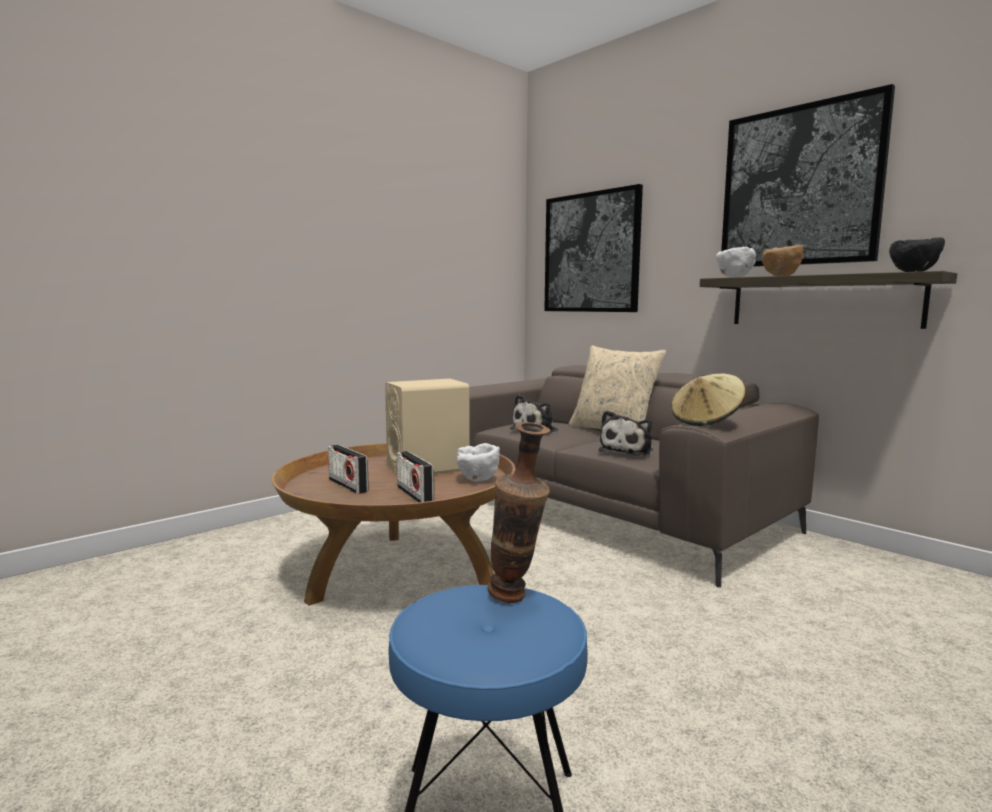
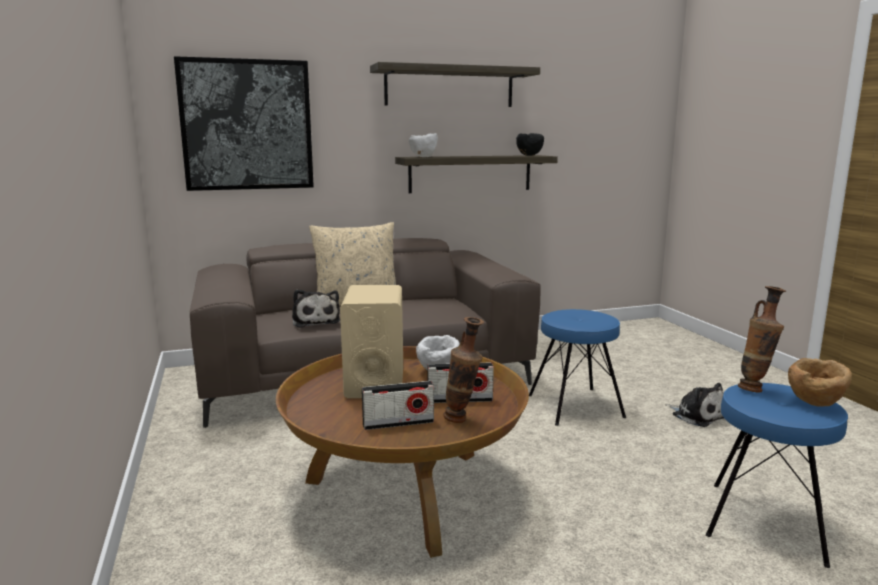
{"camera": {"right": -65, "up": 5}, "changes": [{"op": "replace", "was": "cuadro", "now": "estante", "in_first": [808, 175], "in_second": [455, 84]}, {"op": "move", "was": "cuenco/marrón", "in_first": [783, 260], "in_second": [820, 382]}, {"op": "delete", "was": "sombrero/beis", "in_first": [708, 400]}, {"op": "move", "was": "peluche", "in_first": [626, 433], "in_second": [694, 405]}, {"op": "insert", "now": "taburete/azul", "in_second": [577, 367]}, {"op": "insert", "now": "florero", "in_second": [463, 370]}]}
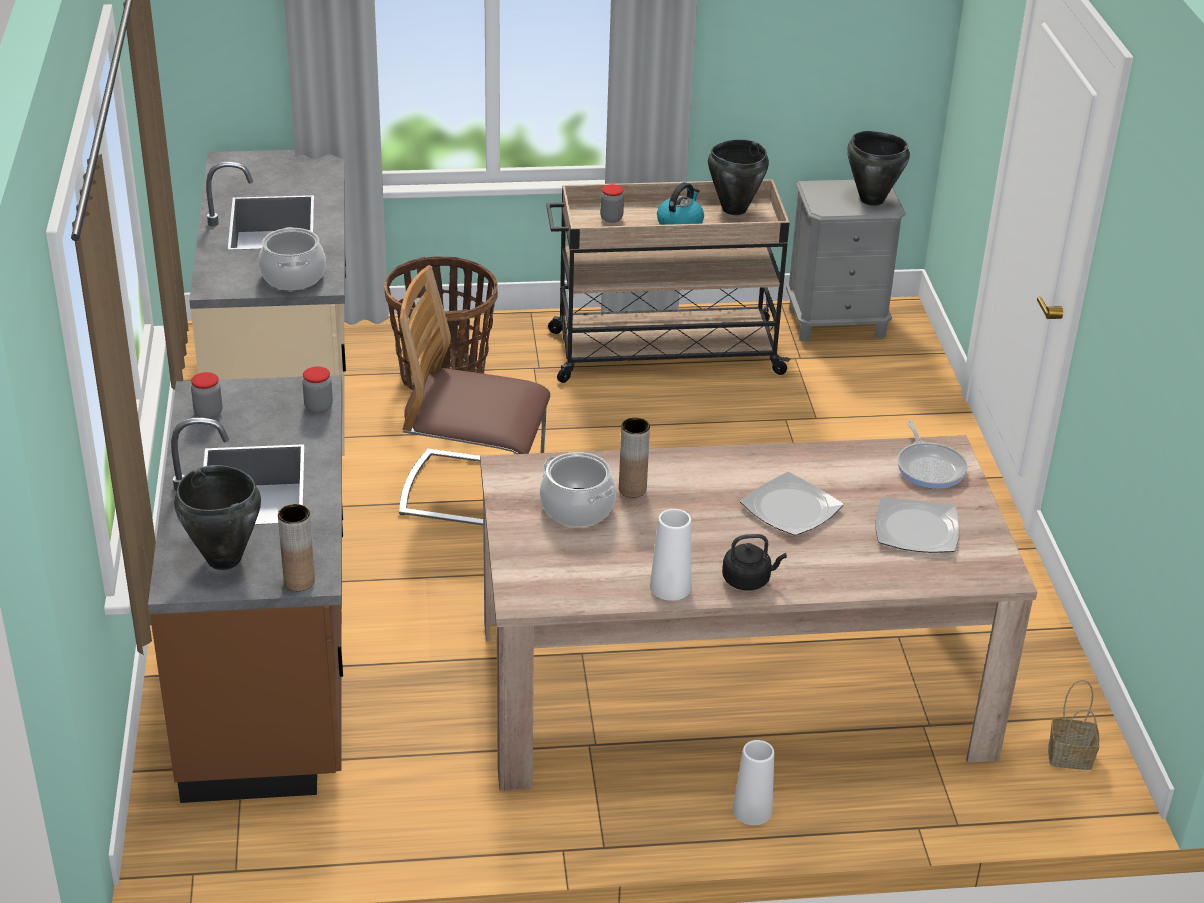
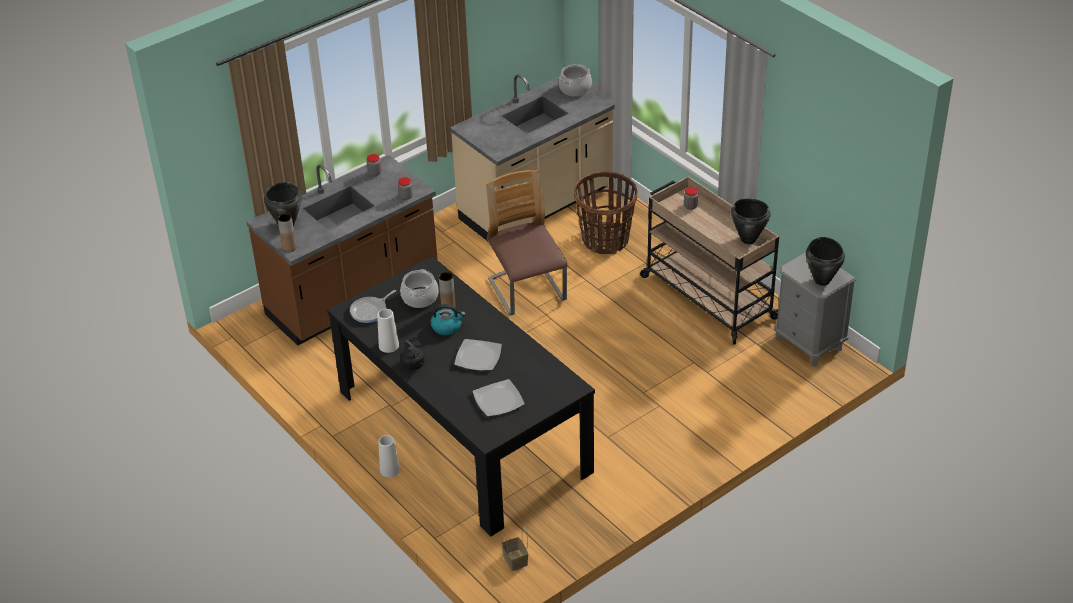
{"camera": {"right": 60, "up": 5}, "changes": [{"op": "move", "was": "hervidor", "in_first": [680, 203], "in_second": [448, 319]}, {"op": "move", "was": "olla", "in_first": [292, 258], "in_second": [575, 80]}, {"op": "move", "was": "sartén", "in_first": [932, 455], "in_second": [373, 306]}, {"op": "recolor", "was": "mesa de comedor/beis", "now": "mesa de comedor/negro", "in_first": [758, 613], "in_second": [461, 396]}]}
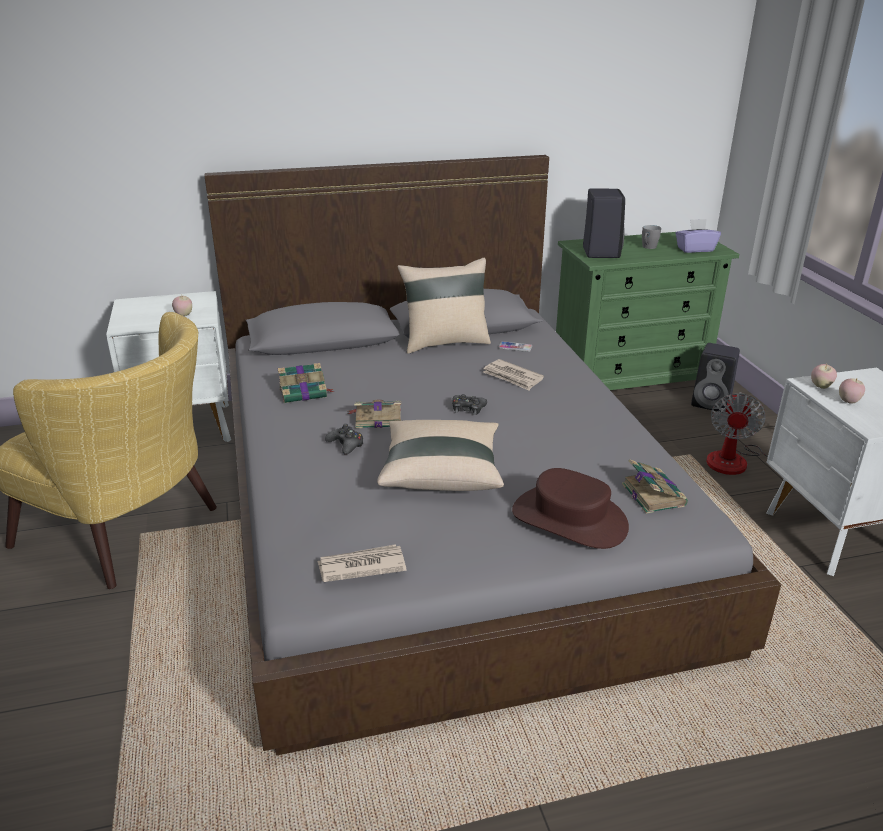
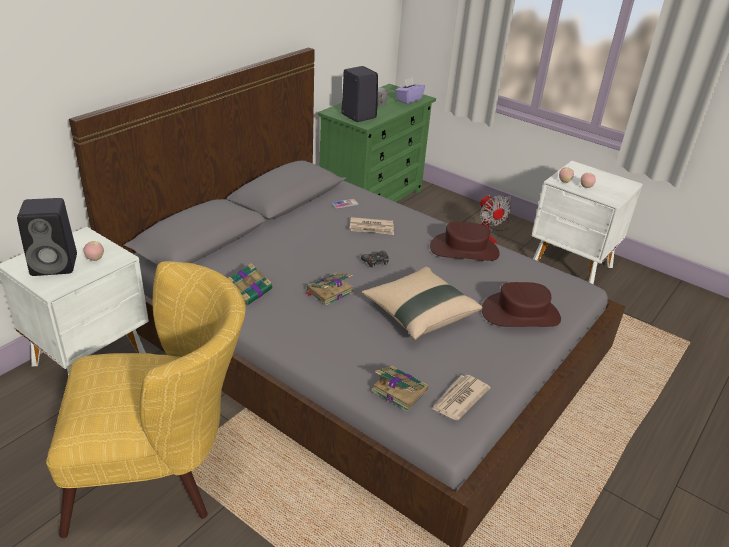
{"camera": {"right": -40, "up": 5}, "changes": [{"op": "delete", "was": "cojín/beis", "in_first": [444, 306]}, {"op": "move", "was": "altavoz/negro", "in_first": [715, 377], "in_second": [47, 237]}, {"op": "delete", "was": "mando de consola/negro", "in_first": [344, 439]}, {"op": "move", "was": "libro", "in_first": [655, 486], "in_second": [400, 388]}, {"op": "insert", "now": "sombrero/marrón", "in_second": [465, 241]}]}
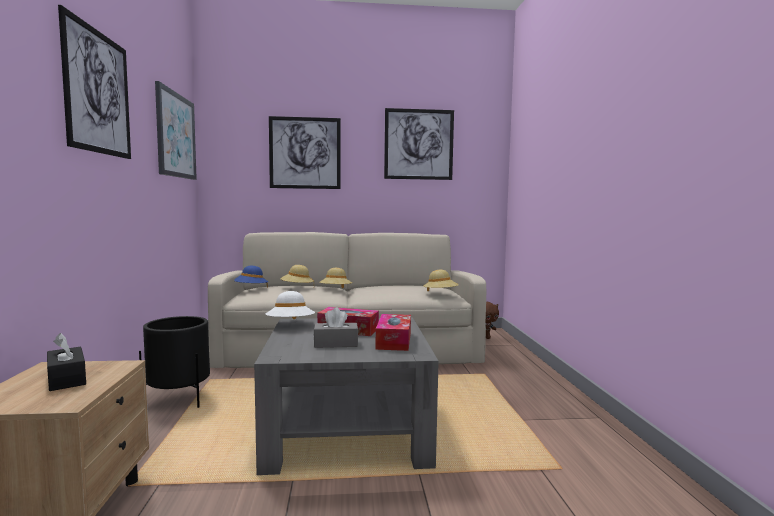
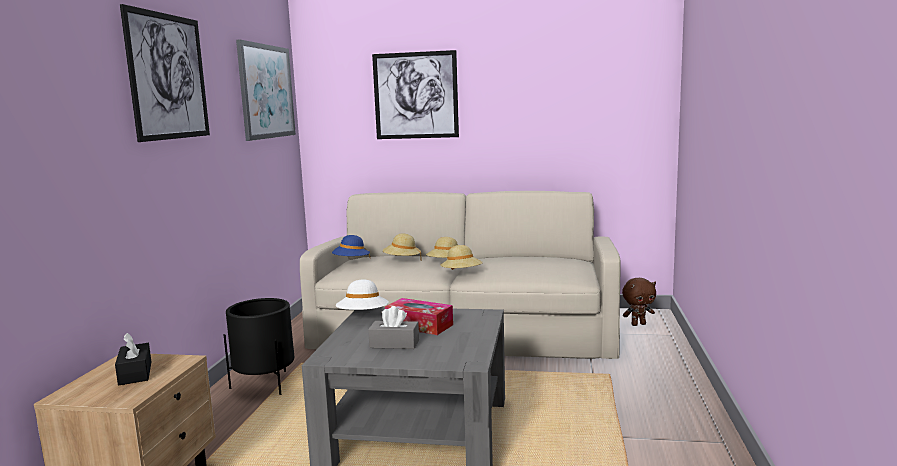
{"camera": {"right": 15, "up": 5}, "changes": [{"op": "delete", "was": "cuadro", "in_first": [419, 144]}, {"op": "move", "was": "sombrero/beis", "in_first": [441, 281], "in_second": [461, 257]}, {"op": "delete", "was": "caja de pañuelos", "in_first": [393, 332]}]}
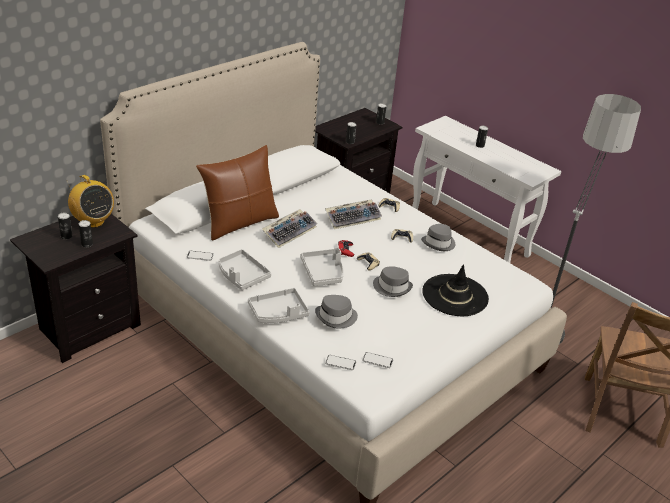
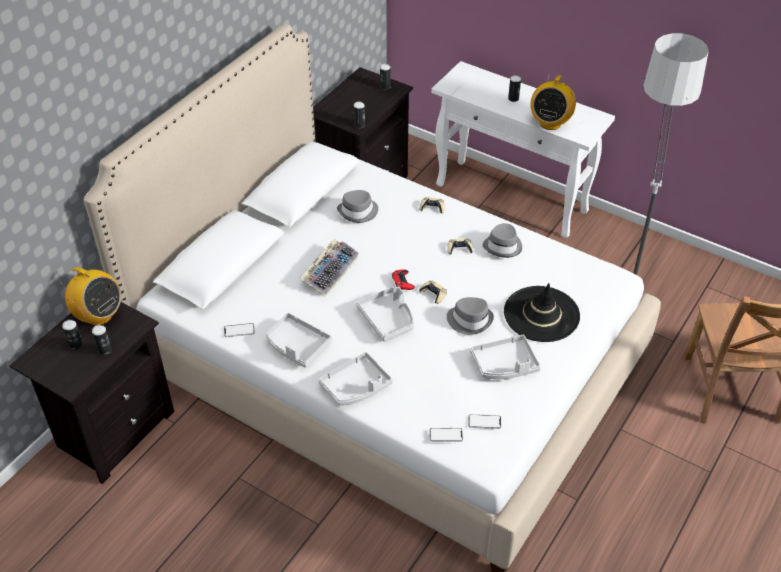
{"camera": {"right": -10, "up": 10}, "changes": [{"op": "delete", "was": "cojín/marrón", "in_first": [237, 193]}, {"op": "delete", "was": "teclado", "in_first": [353, 214]}, {"op": "move", "was": "sombrero/gris", "in_first": [336, 311], "in_second": [357, 206]}, {"op": "insert", "now": "radio", "in_second": [553, 101]}, {"op": "insert", "now": "bandeja/gris", "in_second": [505, 357]}]}
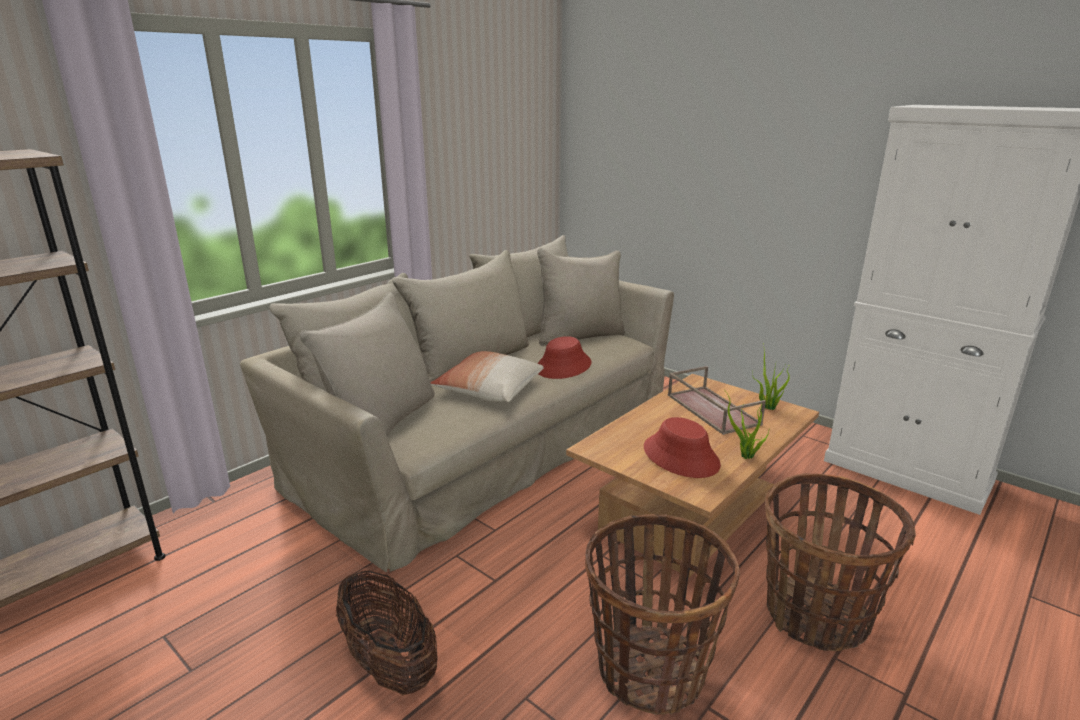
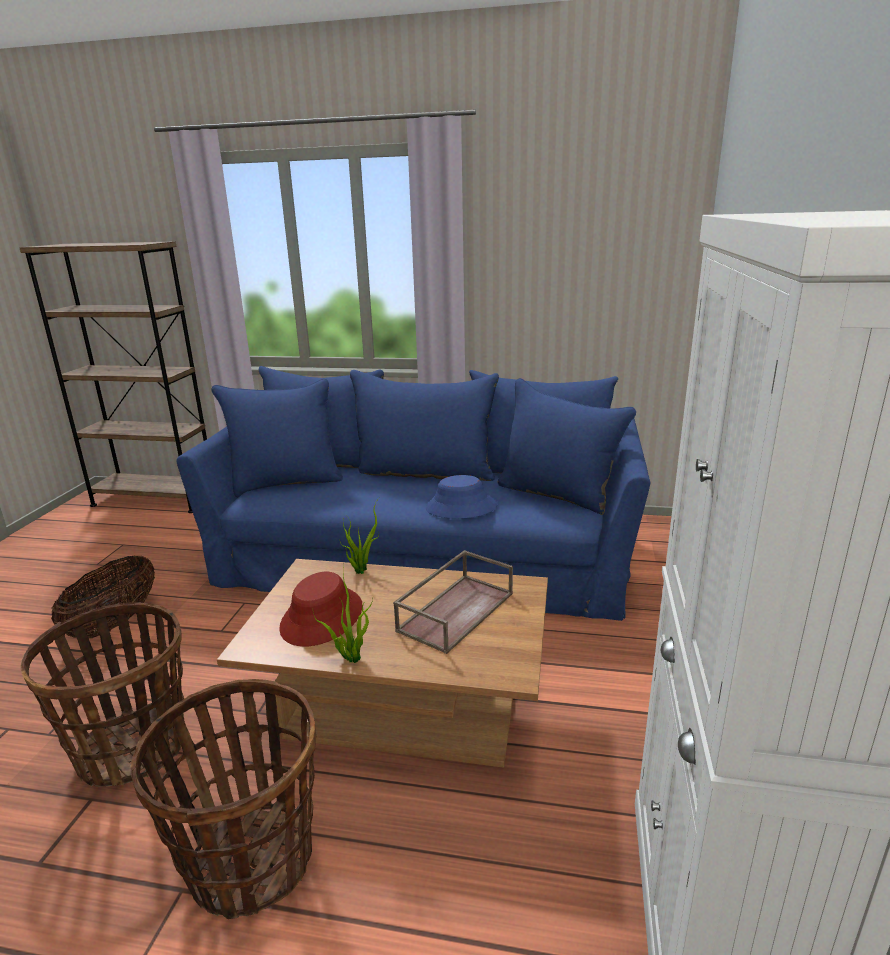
{"camera": {"right": 60, "up": 0}, "changes": [{"op": "recolor", "was": "sofá/beis", "now": "sofá/azul", "in_first": [457, 403], "in_second": [413, 493]}, {"op": "recolor", "was": "sombrero/rojo", "now": "sombrero/azul", "in_first": [564, 357], "in_second": [461, 497]}, {"op": "move", "was": "planta en maceta", "in_first": [771, 376], "in_second": [359, 536]}, {"op": "delete", "was": "cojín", "in_first": [487, 376]}]}
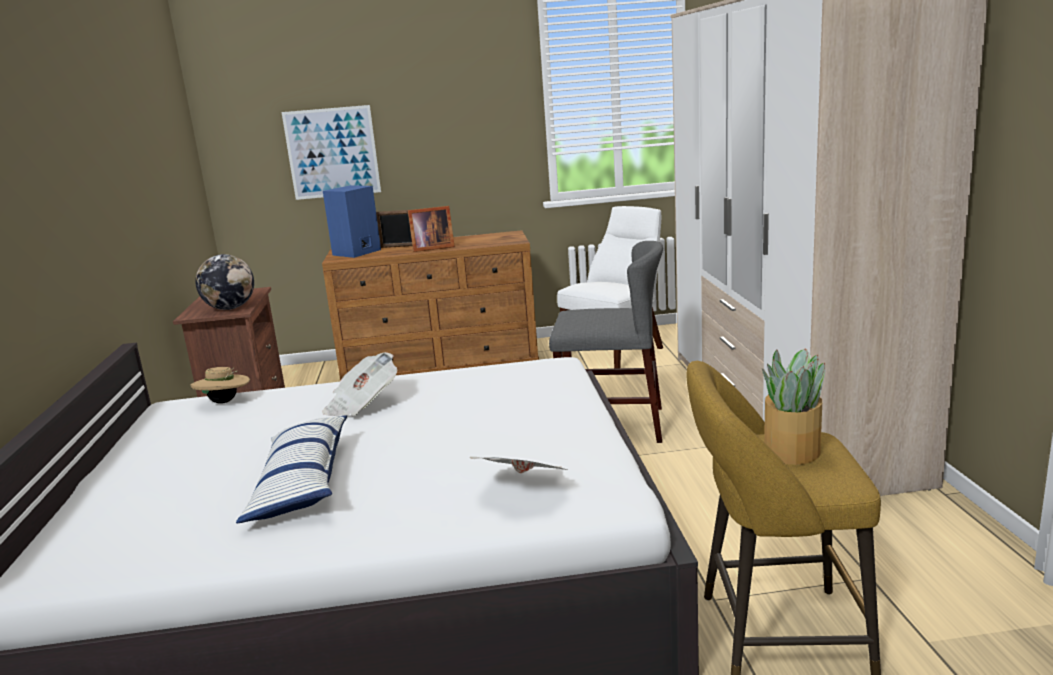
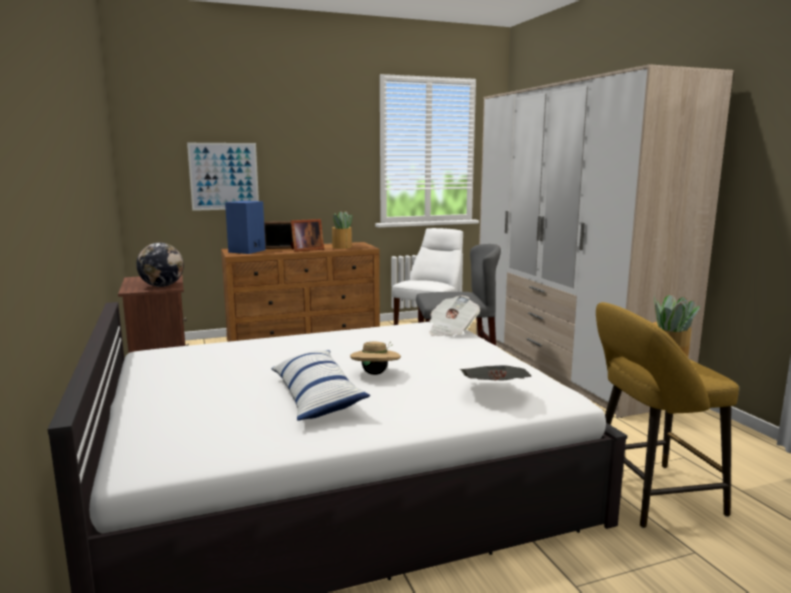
{"camera": {"right": -15, "up": -5}, "changes": [{"op": "move", "was": "periódico", "in_first": [359, 384], "in_second": [454, 316]}, {"op": "move", "was": "sombrero/beis", "in_first": [220, 385], "in_second": [375, 358]}, {"op": "insert", "now": "planta en maceta", "in_second": [342, 230]}]}
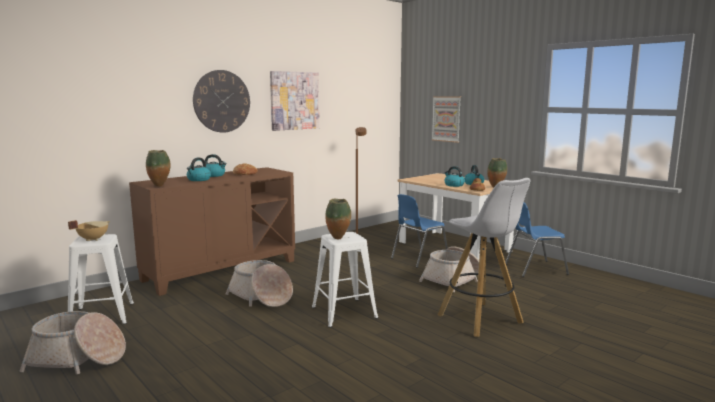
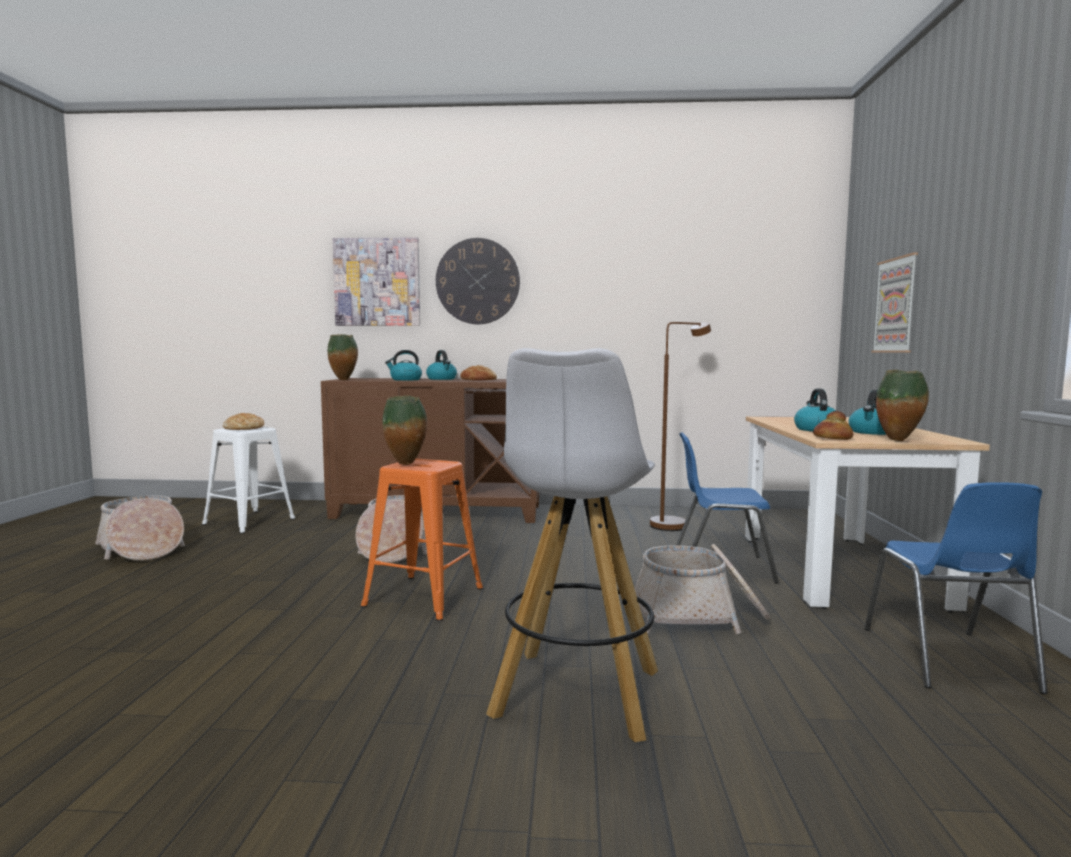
{"camera": {"right": 45, "up": -5}, "changes": [{"op": "move", "was": "cuadro", "in_first": [295, 101], "in_second": [376, 281]}, {"op": "rotate", "was": "silla/azul", "in_first": [537, 239], "in_second": [956, 588], "clockwise": -120}, {"op": "replace", "was": "olla/beis", "now": "pan", "in_first": [89, 230], "in_second": [243, 421]}, {"op": "recolor", "was": "taburete/blanco", "now": "taburete/naranja", "in_first": [345, 280], "in_second": [421, 540]}]}
